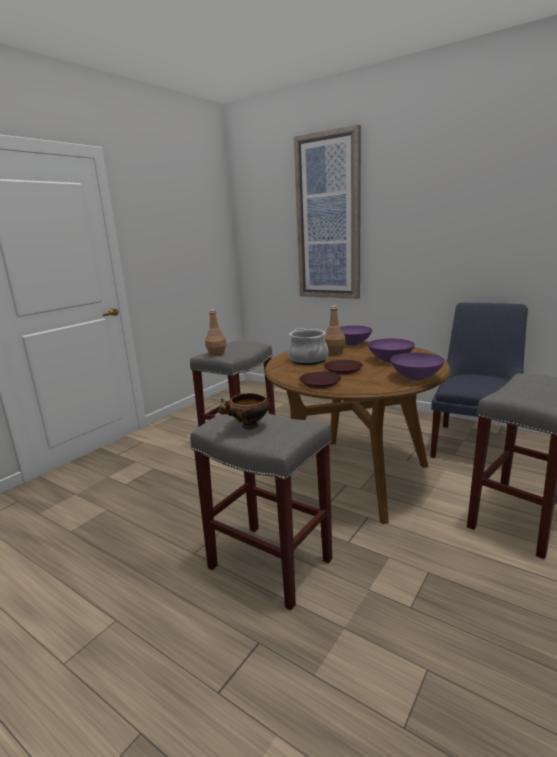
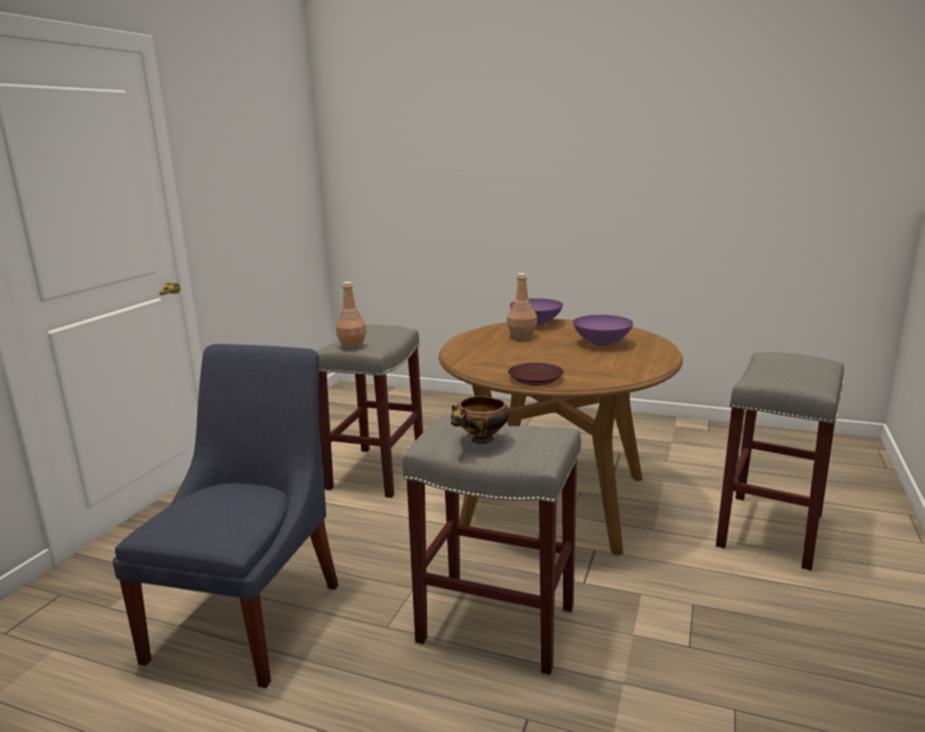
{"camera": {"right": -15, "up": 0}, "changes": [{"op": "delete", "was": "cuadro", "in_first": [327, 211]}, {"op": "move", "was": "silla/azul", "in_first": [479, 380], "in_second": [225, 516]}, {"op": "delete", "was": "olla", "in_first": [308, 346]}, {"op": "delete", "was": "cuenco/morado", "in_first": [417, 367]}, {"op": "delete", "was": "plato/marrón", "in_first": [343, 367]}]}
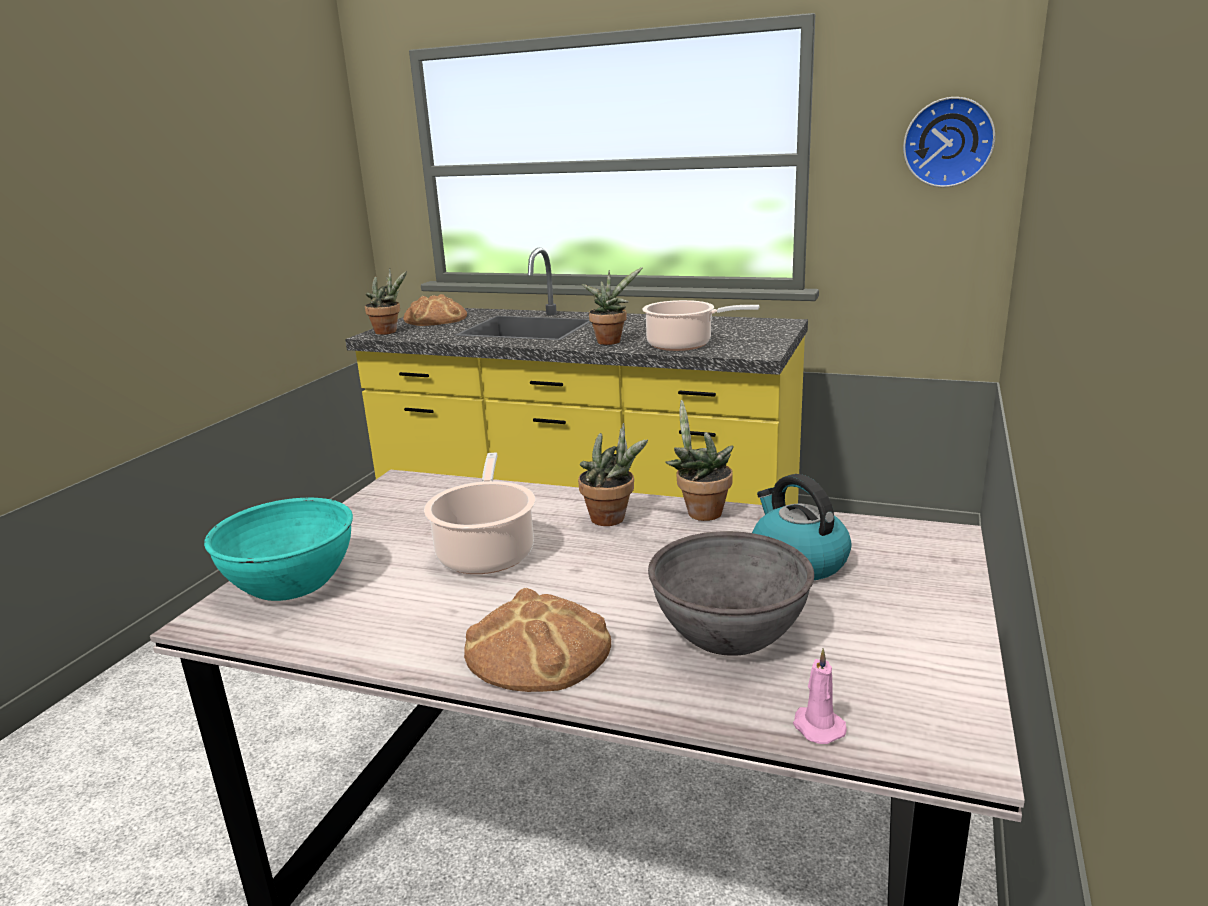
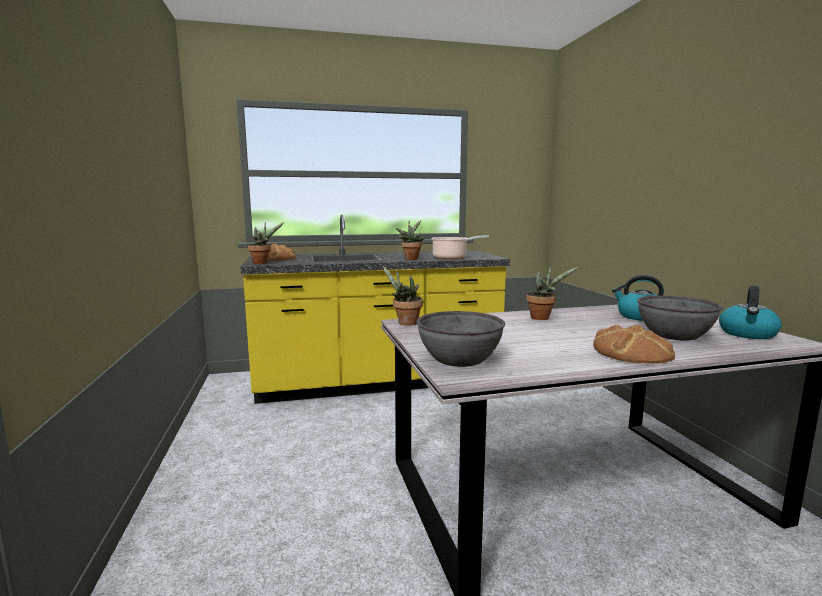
{"camera": {"right": -35, "up": -10}, "changes": [{"op": "delete", "was": "reloj de pared", "in_first": [949, 142]}, {"op": "move", "was": "planta en maceta", "in_first": [699, 460], "in_second": [403, 296]}, {"op": "delete", "was": "olla", "in_first": [480, 513]}, {"op": "recolor", "was": "cuenco/turquesa", "now": "cuenco/gris", "in_first": [278, 549], "in_second": [460, 339]}, {"op": "delete", "was": "vela/rosa", "in_first": [820, 696]}, {"op": "insert", "now": "hervidor", "in_second": [750, 312]}]}
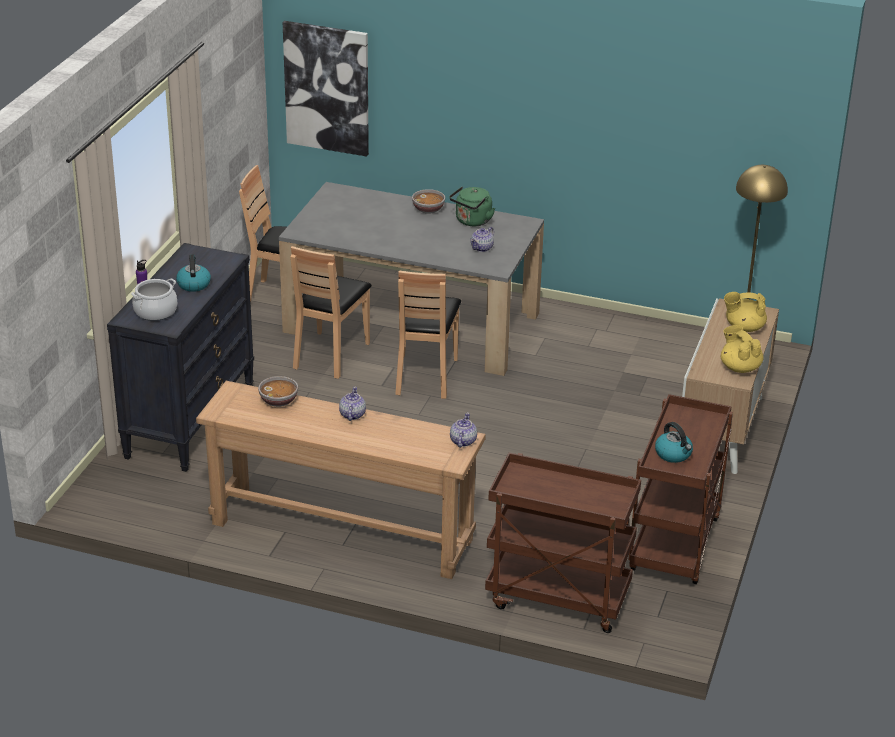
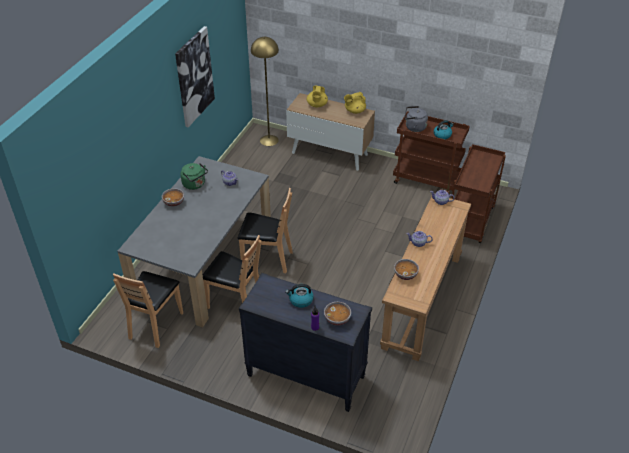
{"camera": {"right": -85, "up": 10}, "changes": [{"op": "move", "was": "cuadro", "in_first": [326, 89], "in_second": [195, 76]}, {"op": "replace", "was": "olla", "now": "cuenco", "in_first": [154, 300], "in_second": [337, 314]}, {"op": "insert", "now": "hervidor/gris", "in_second": [416, 119]}]}
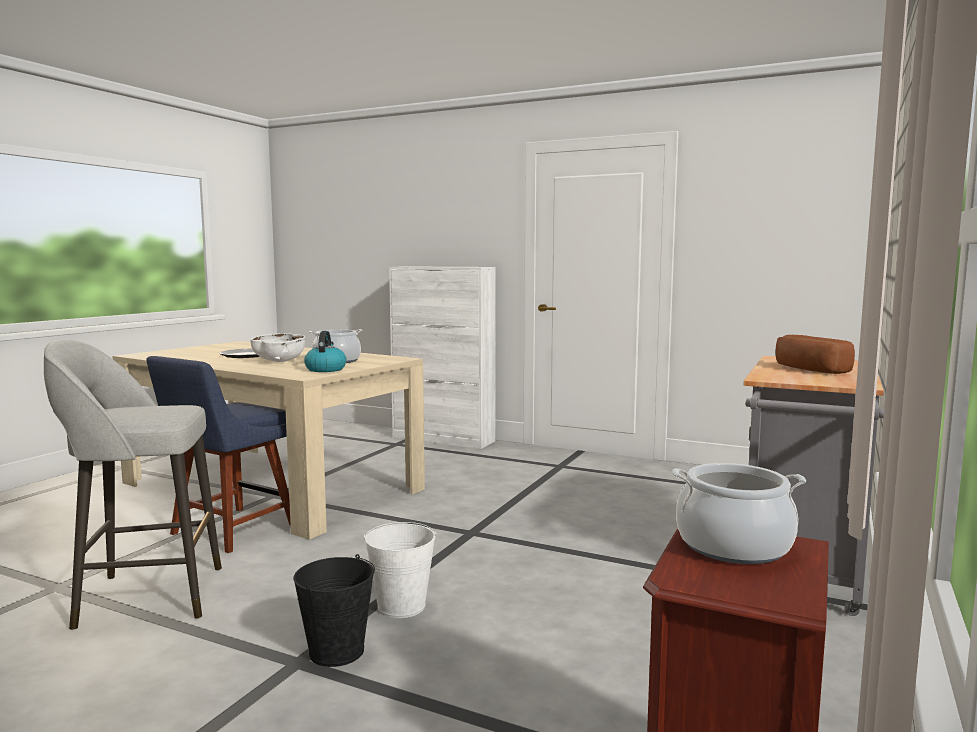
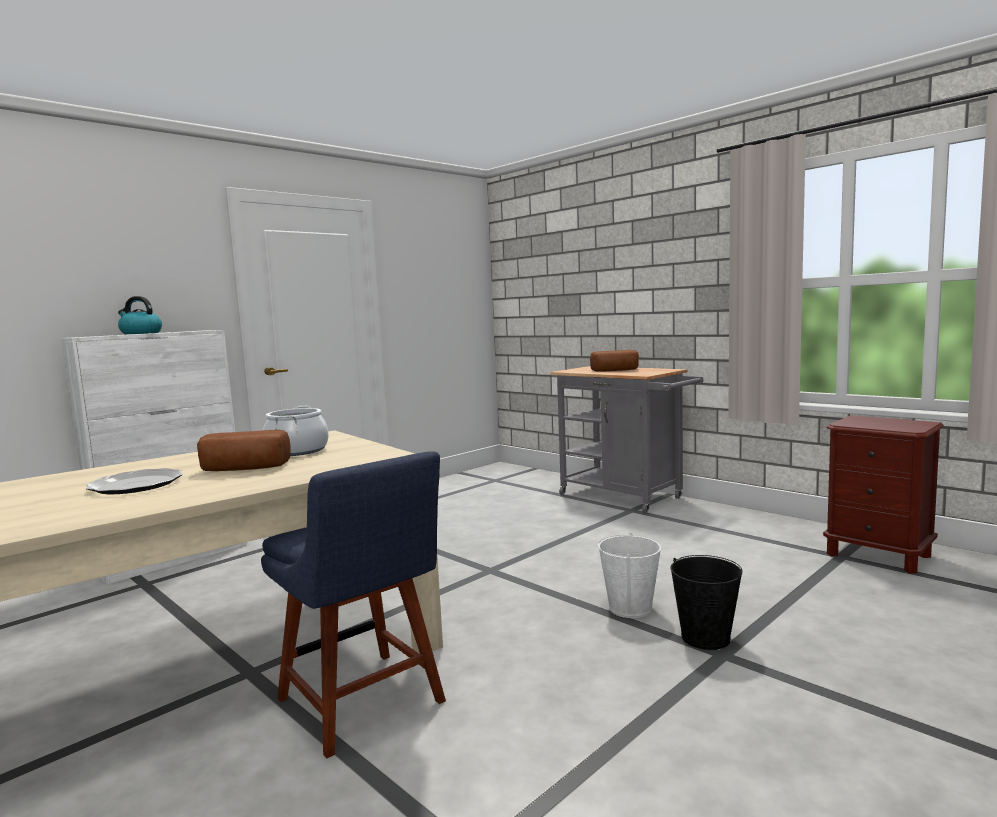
{"camera": {"right": -70, "up": 0}, "changes": [{"op": "move", "was": "hervidor", "in_first": [325, 351], "in_second": [140, 315]}, {"op": "replace", "was": "cuenco/blanco", "now": "pan", "in_first": [277, 347], "in_second": [244, 450]}, {"op": "delete", "was": "taburete/gris", "in_first": [133, 485]}, {"op": "delete", "was": "olla", "in_first": [739, 513]}]}
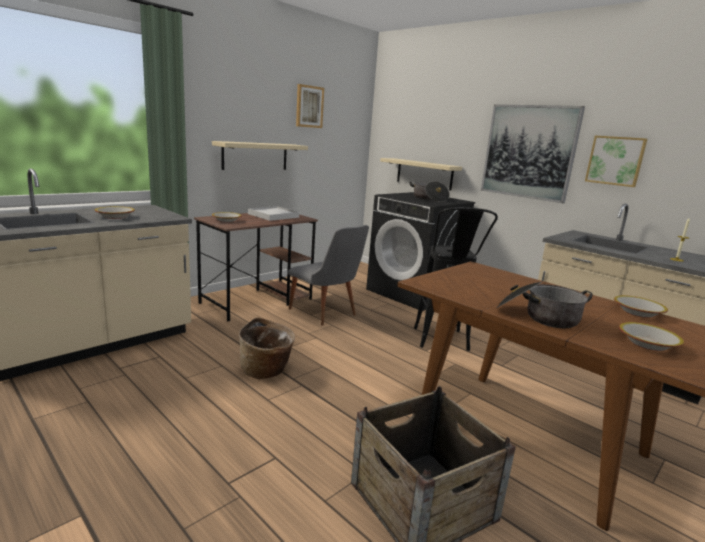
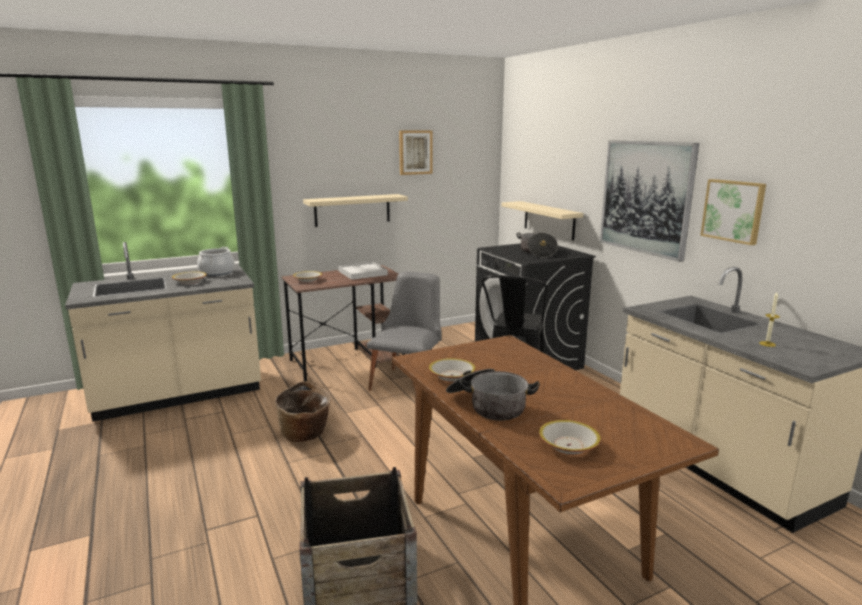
{"camera": {"right": 20, "up": 0}, "changes": [{"op": "rotate", "was": "silla/gris", "in_first": [328, 275], "in_second": [404, 331], "clockwise": -135}, {"op": "move", "was": "cuenco", "in_first": [641, 306], "in_second": [452, 370]}, {"op": "insert", "now": "olla", "in_second": [216, 261]}]}
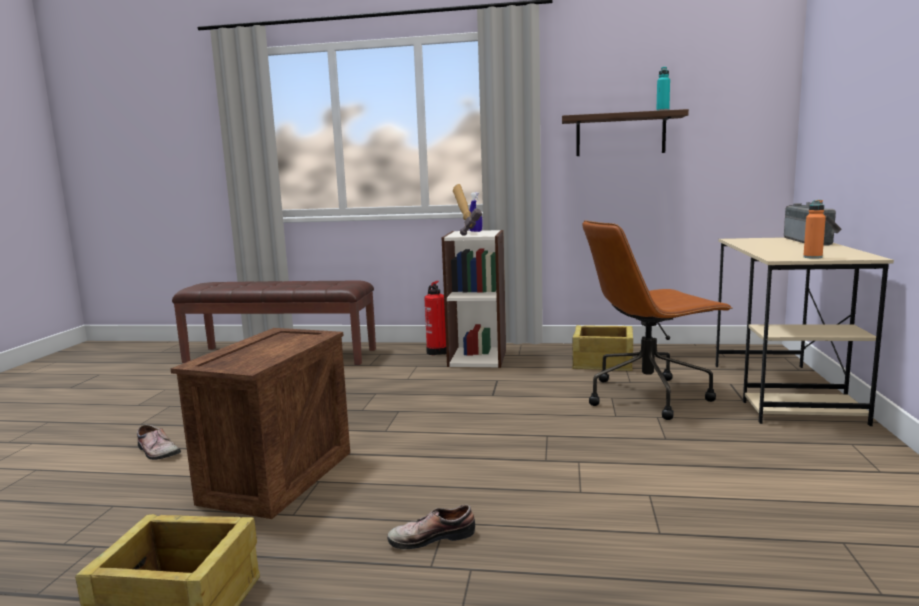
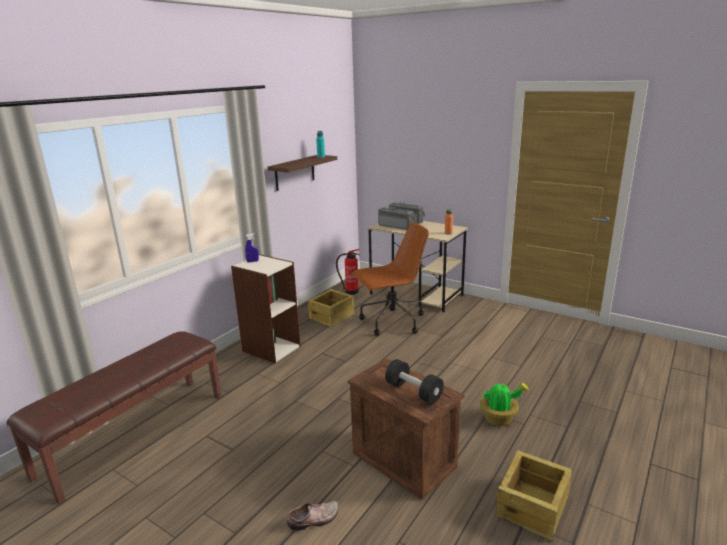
{"camera": {"right": -65, "up": 10}, "changes": [{"op": "delete", "was": "martillo", "in_first": [467, 210]}, {"op": "rotate", "was": "silla de oficina/marrón", "in_first": [657, 320], "in_second": [390, 279], "clockwise": -120}, {"op": "move", "was": "extintor", "in_first": [435, 318], "in_second": [348, 272]}, {"op": "replace", "was": "zapato", "now": "planta en maceta", "in_first": [431, 526], "in_second": [504, 404]}, {"op": "insert", "now": "radio", "in_second": [397, 218]}, {"op": "insert", "now": "mancuerna/negro", "in_second": [414, 381]}]}
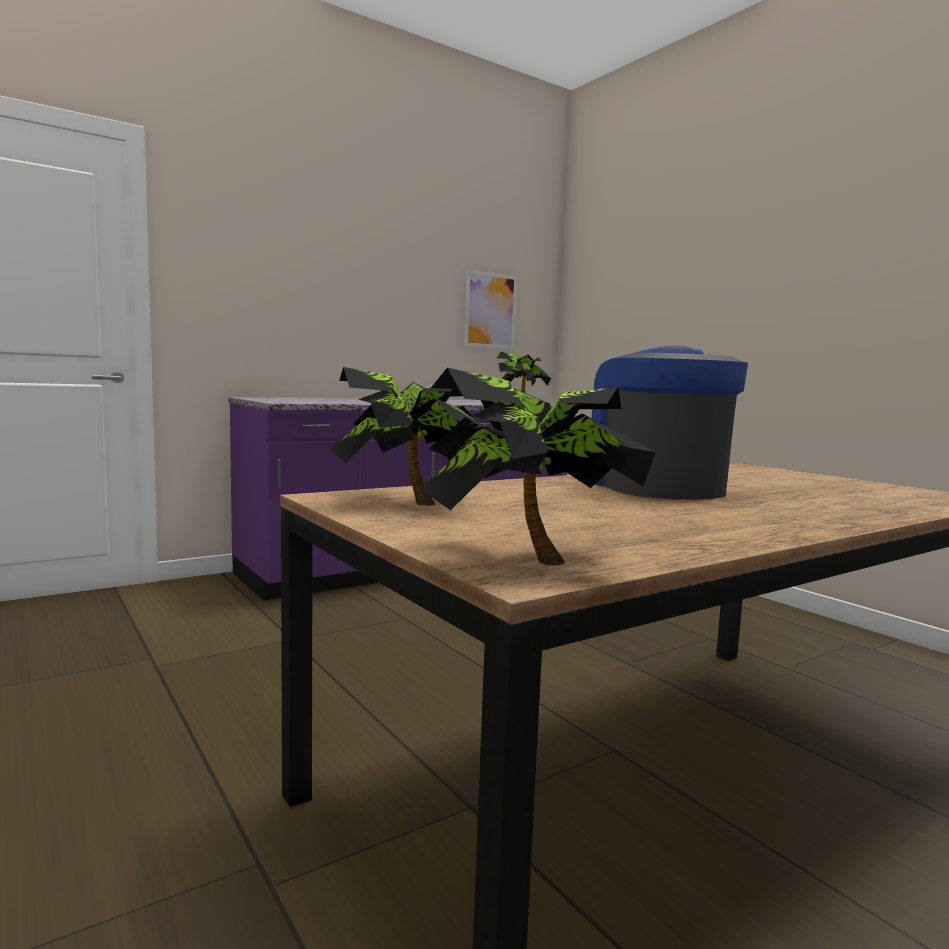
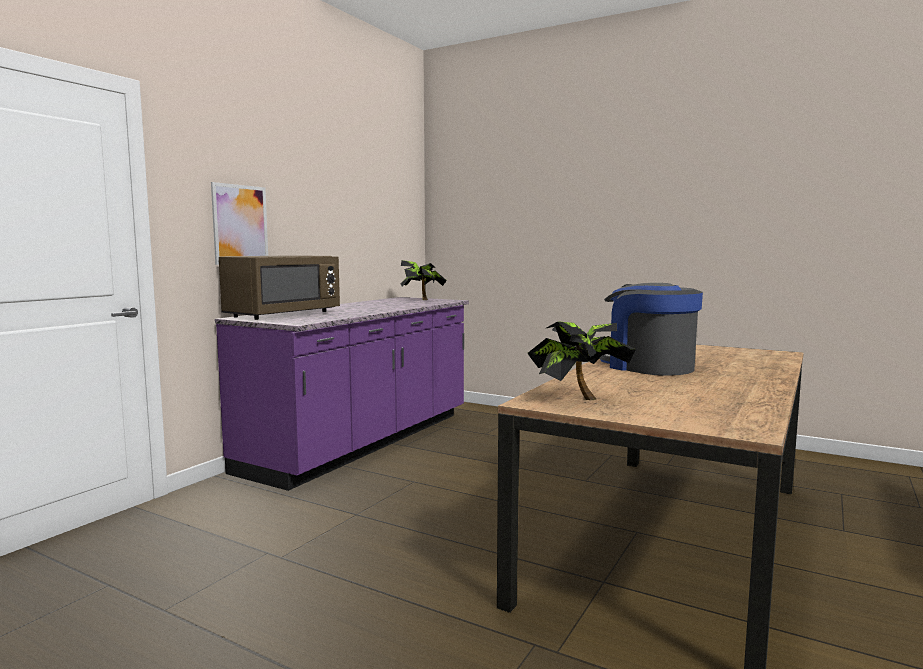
{"camera": {"right": -25, "up": 0}, "changes": [{"op": "move", "was": "cuadro", "in_first": [490, 309], "in_second": [239, 223]}, {"op": "delete", "was": "planta en maceta", "in_first": [538, 467]}, {"op": "insert", "now": "microondas/marrón", "in_second": [279, 288]}]}
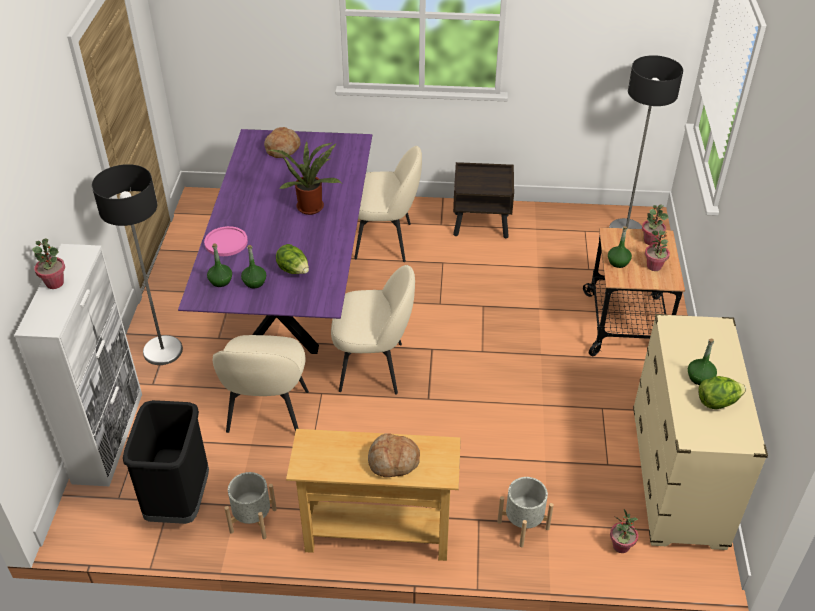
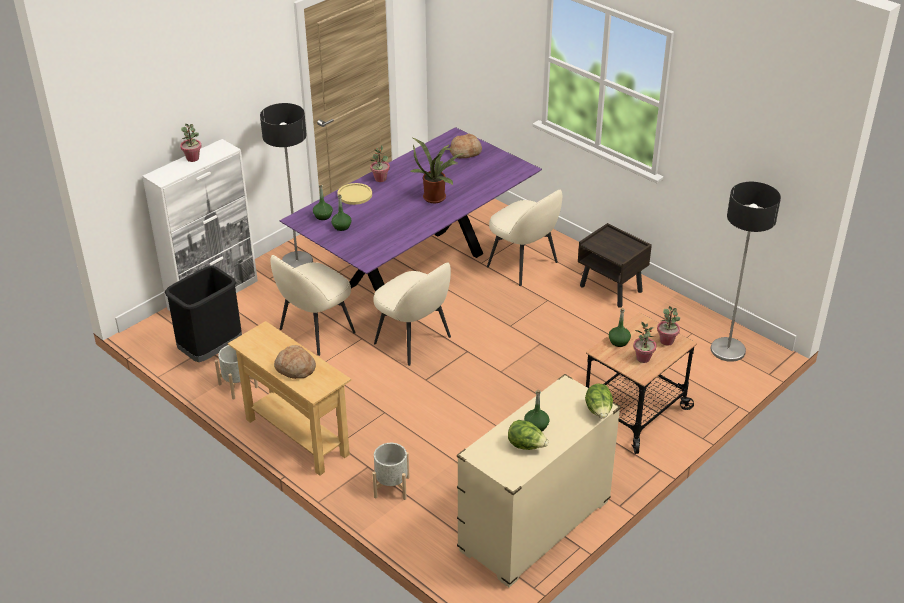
{"camera": {"right": 40, "up": -5}, "changes": [{"op": "recolor", "was": "plato/rosa", "now": "plato/amarillo", "in_first": [226, 241], "in_second": [354, 194]}, {"op": "move", "was": "lechuga", "in_first": [292, 259], "in_second": [599, 401]}, {"op": "move", "was": "planta en maceta", "in_first": [624, 531], "in_second": [380, 163]}]}
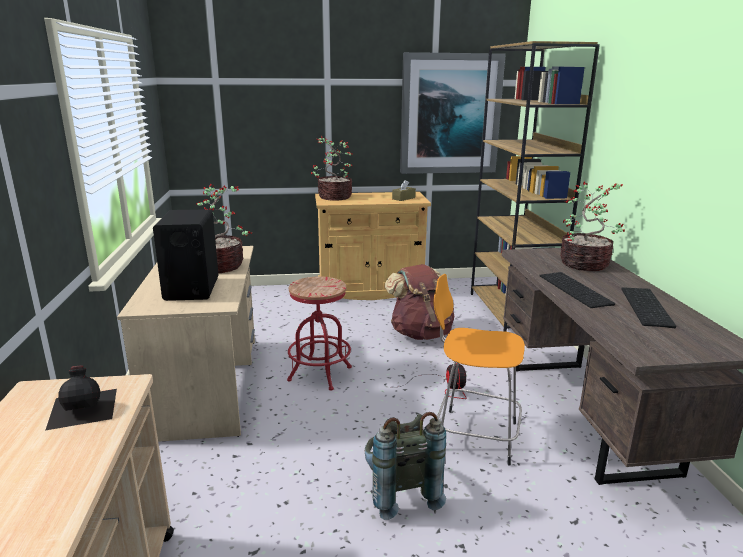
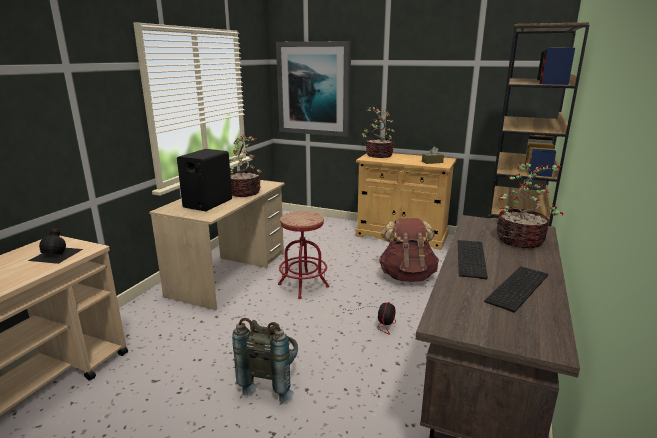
{"camera": {"right": 30, "up": 0}, "changes": [{"op": "move", "was": "cuadro", "in_first": [453, 113], "in_second": [313, 89]}, {"op": "delete", "was": "taburete/naranja", "in_first": [479, 370]}]}
